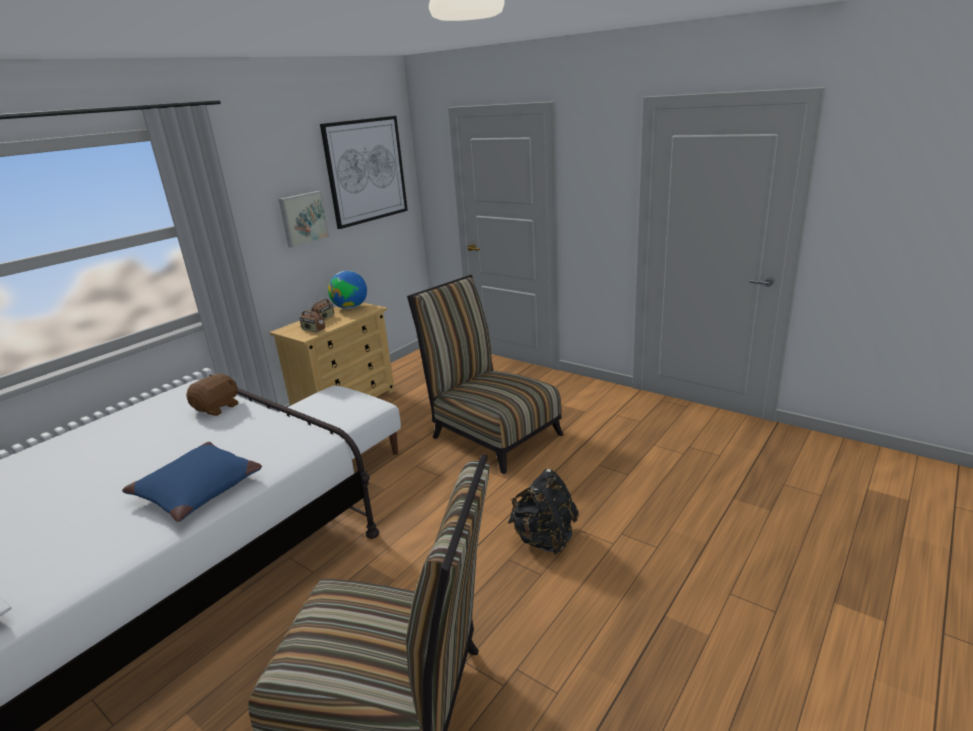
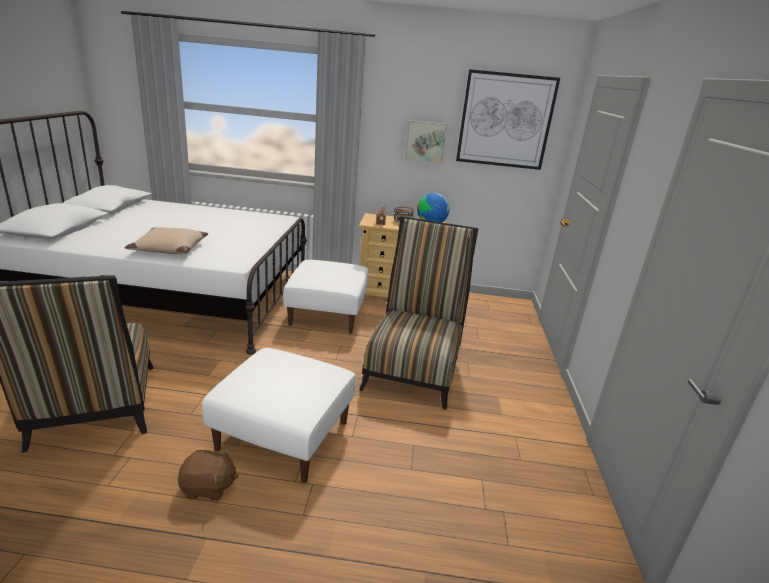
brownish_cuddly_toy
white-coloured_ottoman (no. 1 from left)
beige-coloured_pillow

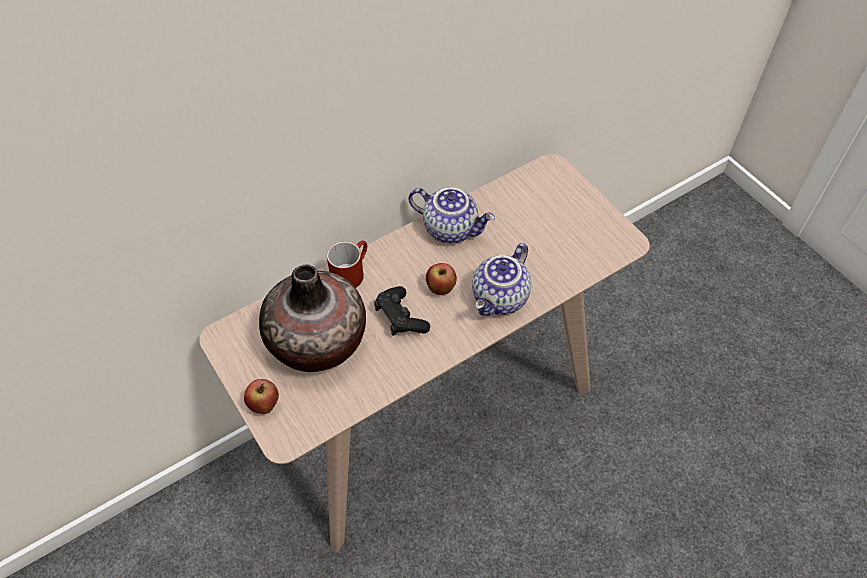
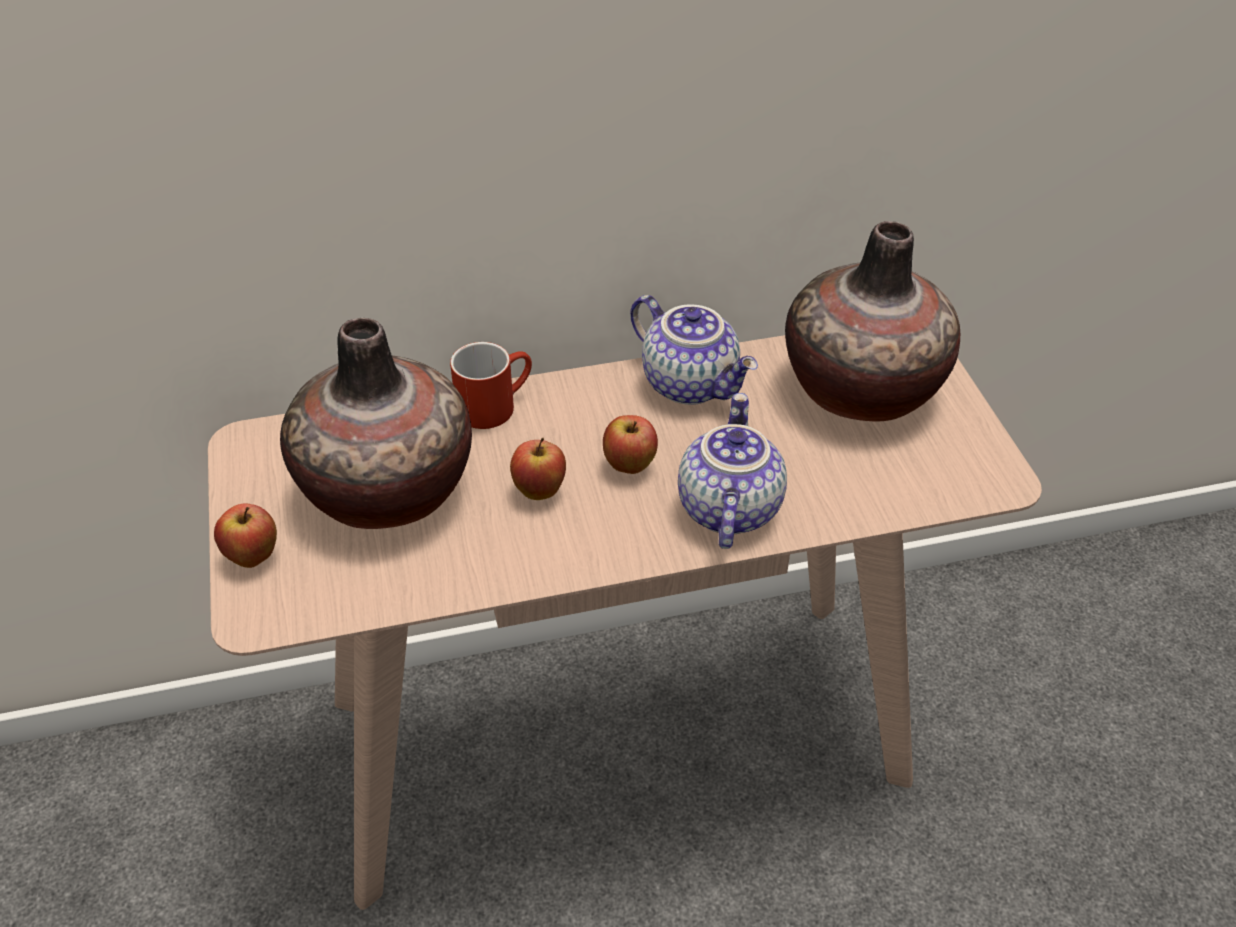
decorative_vase (no. 2 from left)
apple_fruit (no. 2 from left)
pot_for_tea (no. 2 from left)

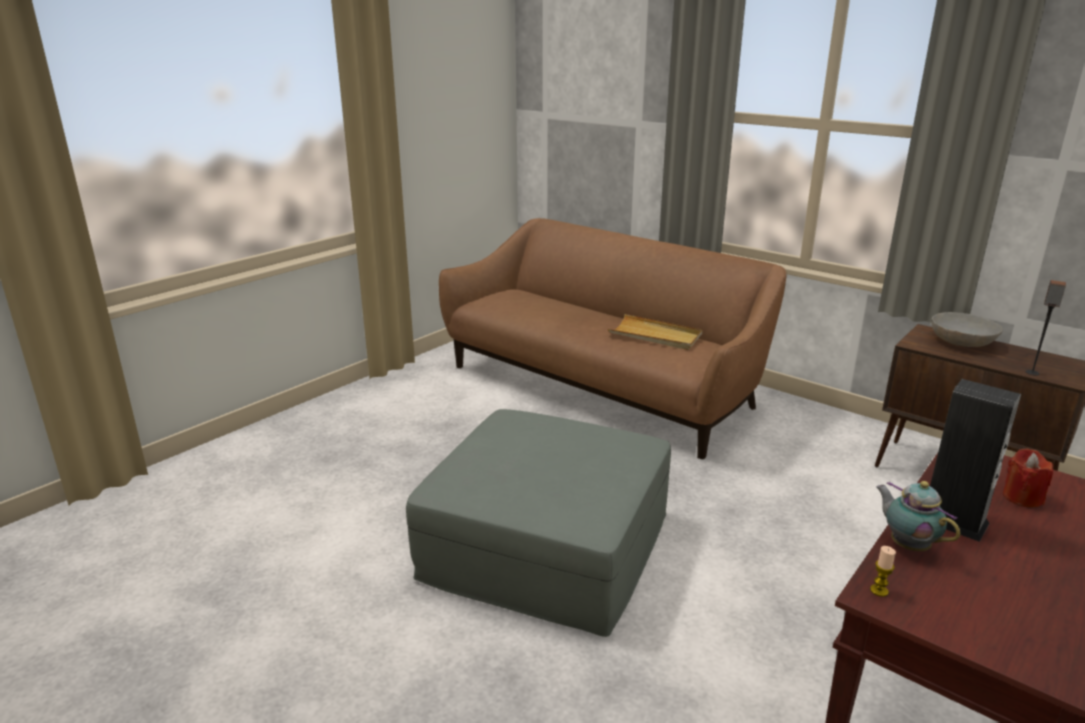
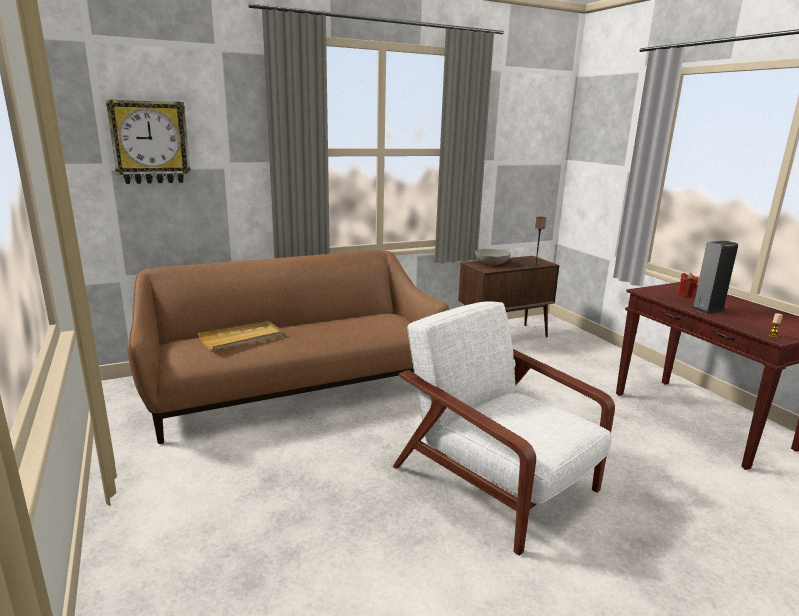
pot_for_tea
wall_clock
beige-coloured_serving_tray
white-coloured_armchair

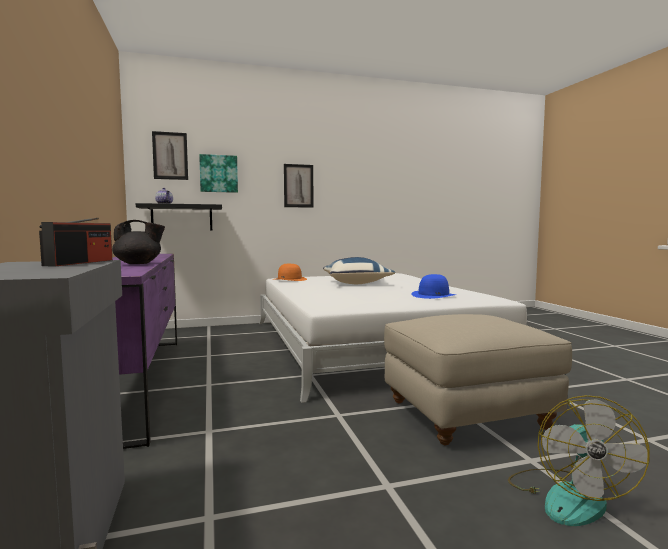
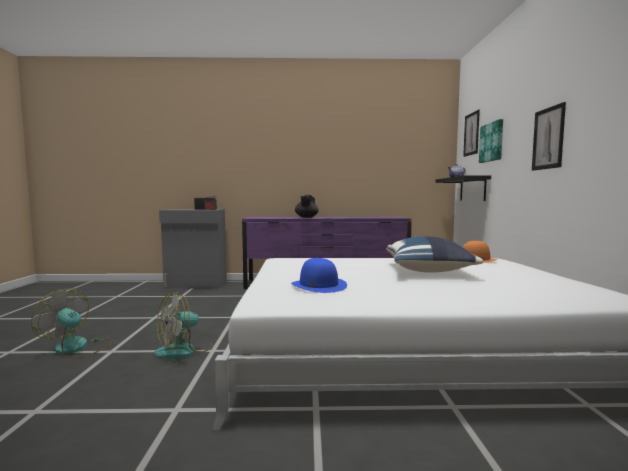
cooling_fan (no. 2 from left)

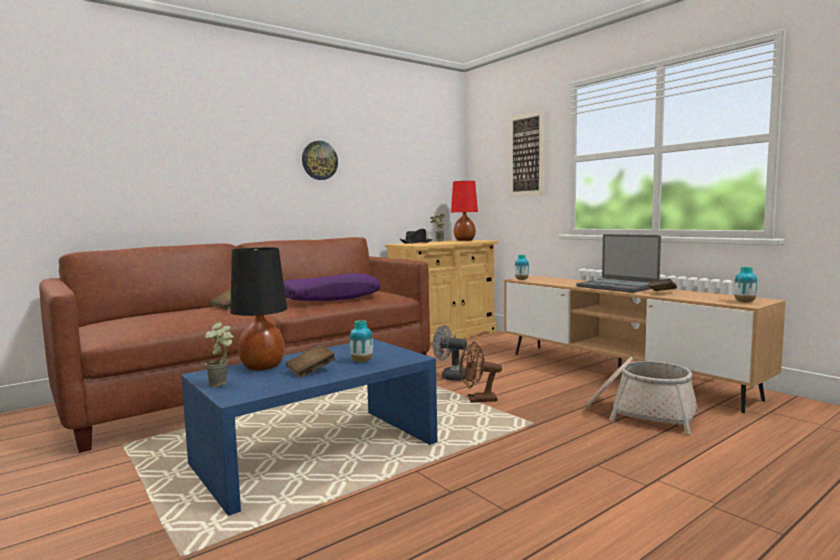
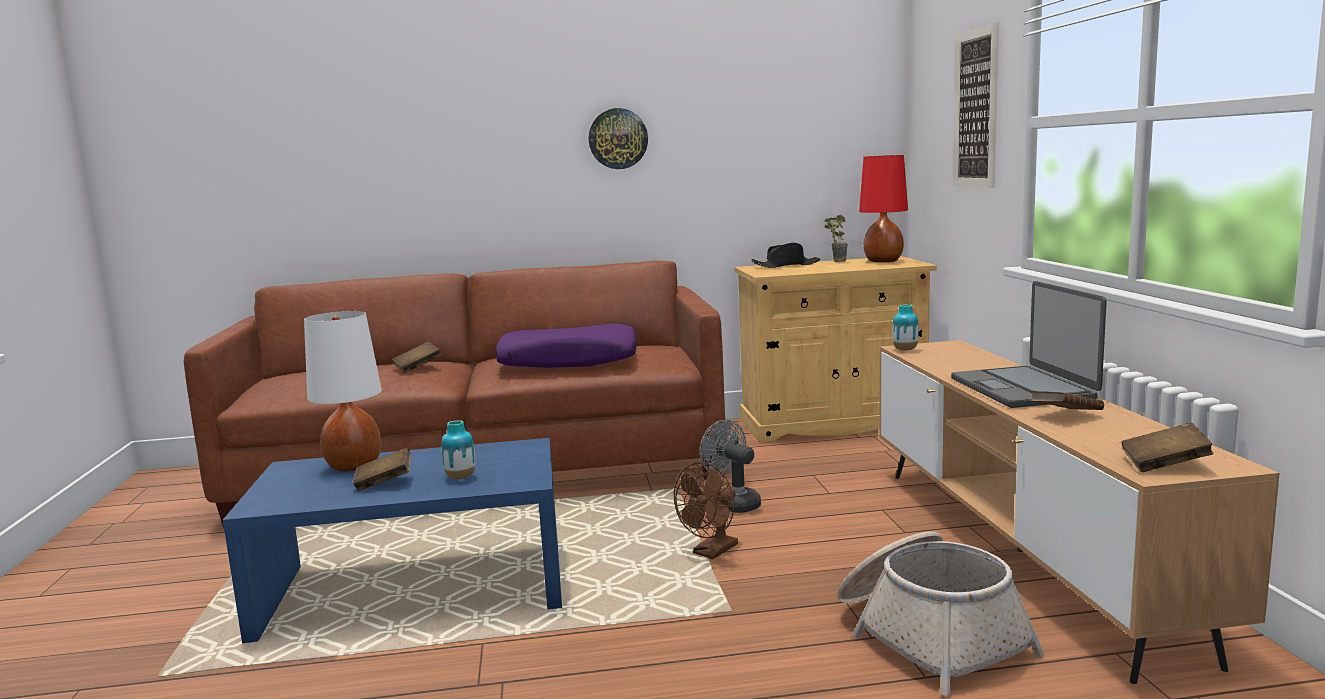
houseplant (no. 1 from left in the first image)
brownish_volume (no. 4 from left)
white-coloured_table_lamp
brownish_cooling_fan

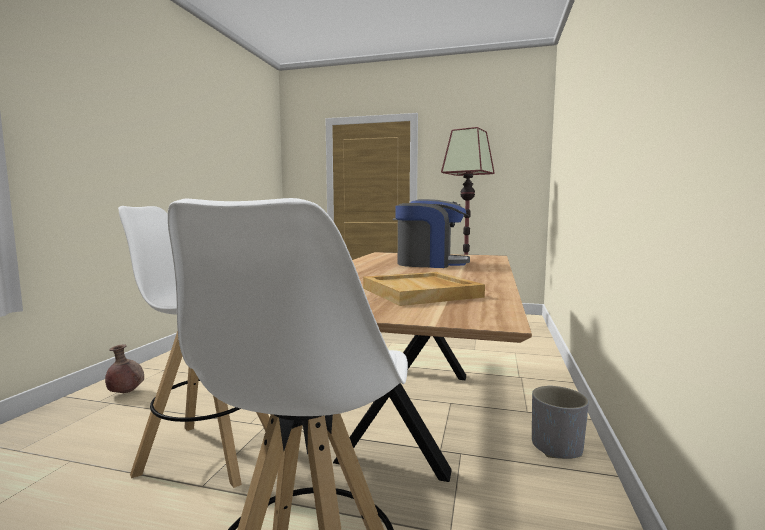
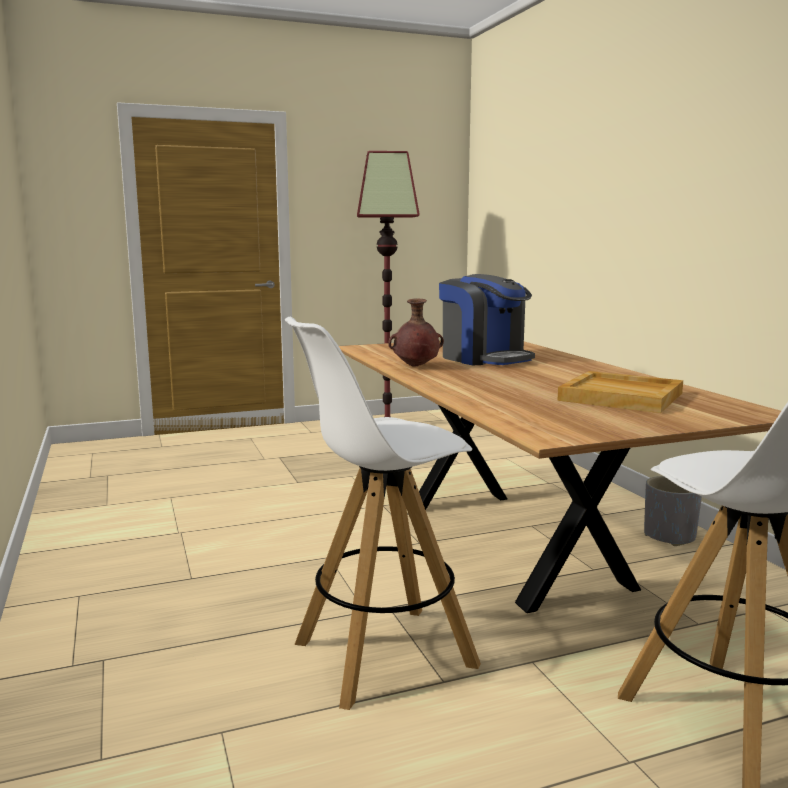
brownish_decorative_vase
coffee_machine

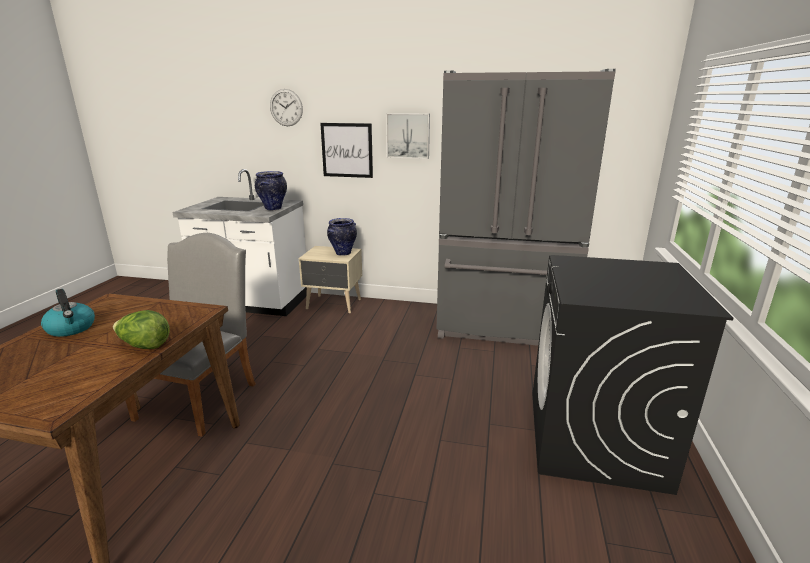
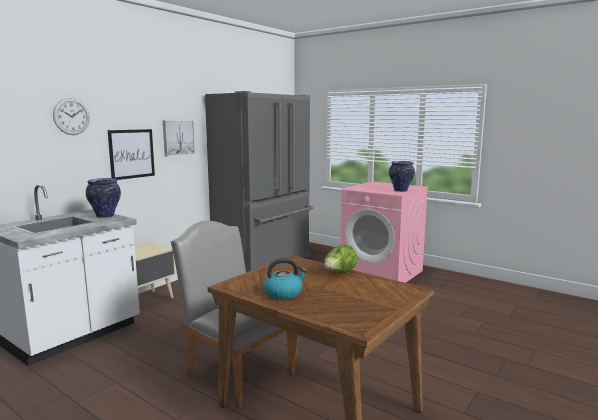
decorative_vase (no. 2 from left)
pinkish_washing_machine

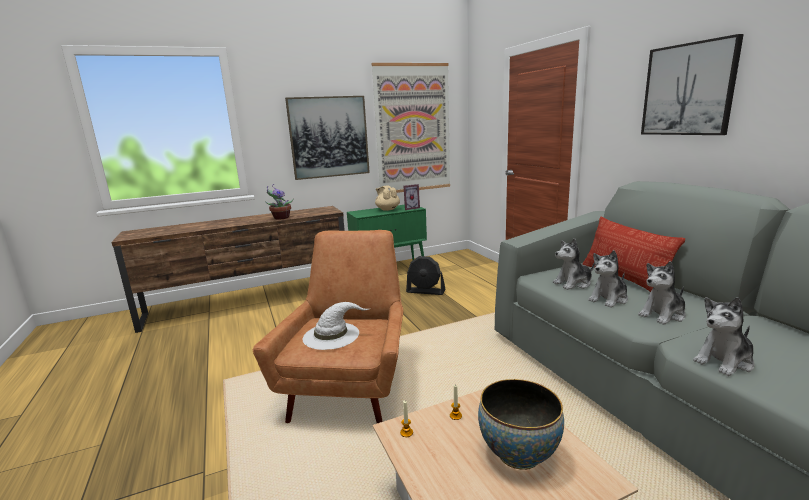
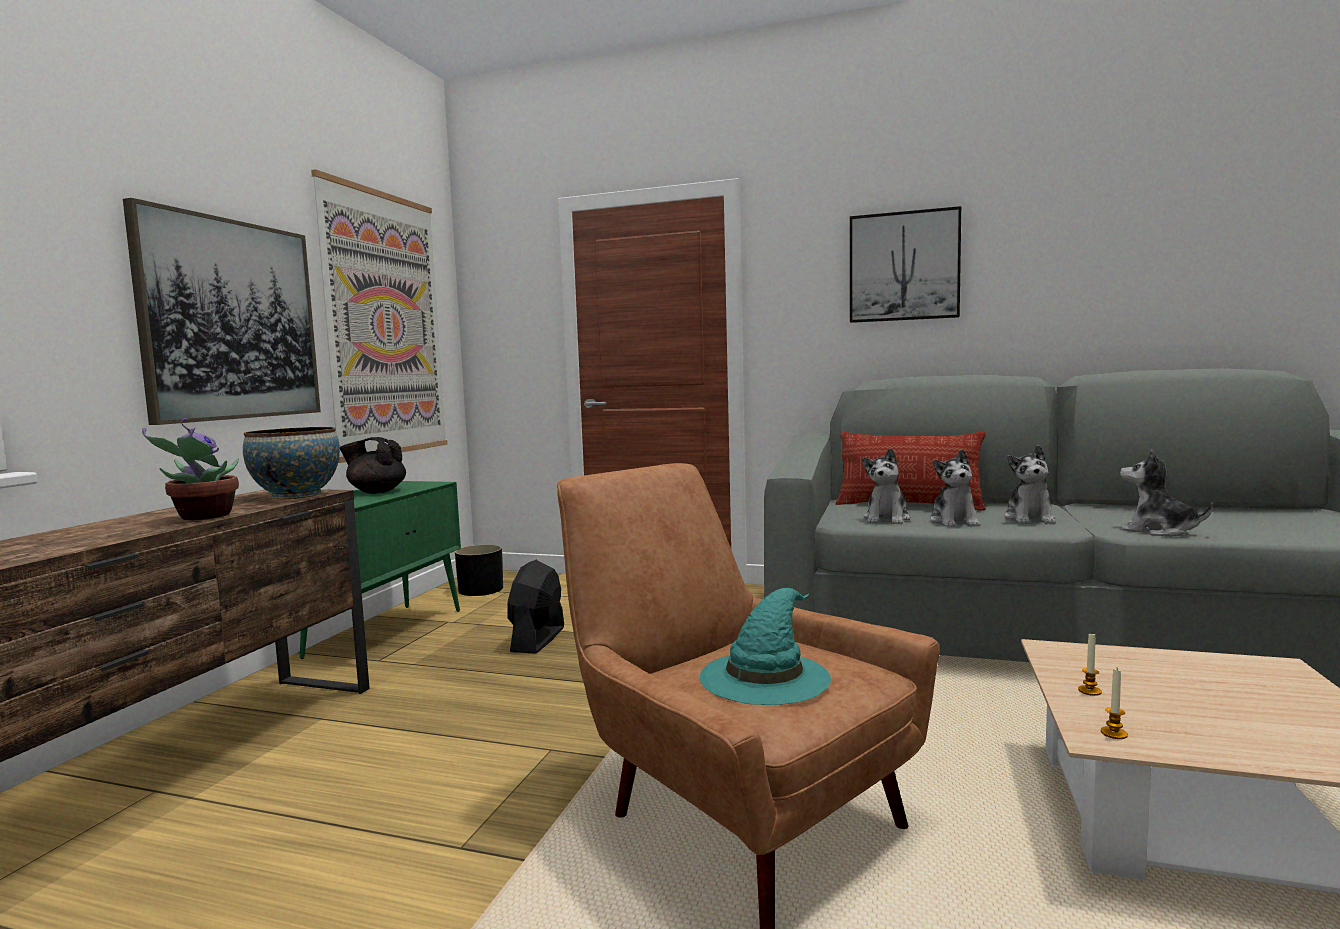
picture_frame
blackish_flower_pot
deep_dish
turquoise_wearable_hat
blackish_pot_for_tea
blackish_cooling_fan
cuddly_toy (no. 4 from left)

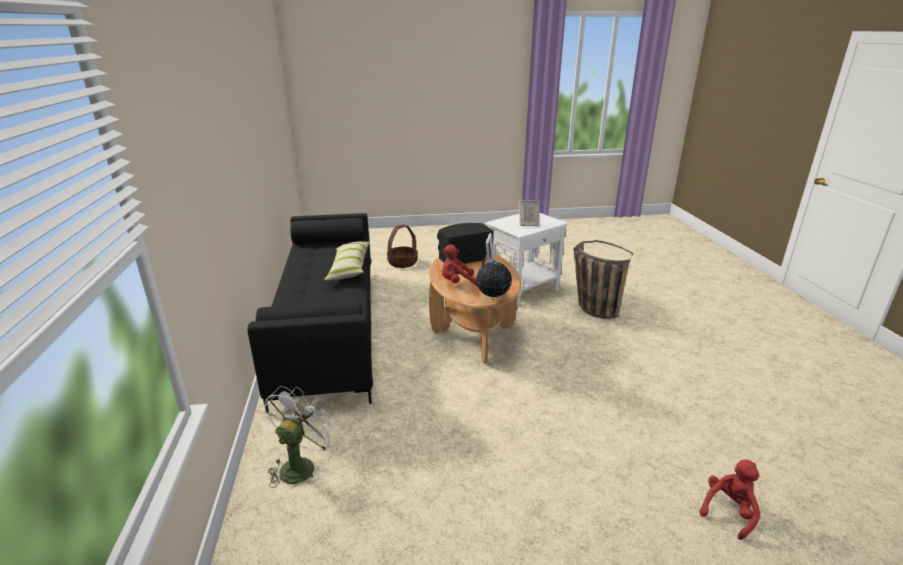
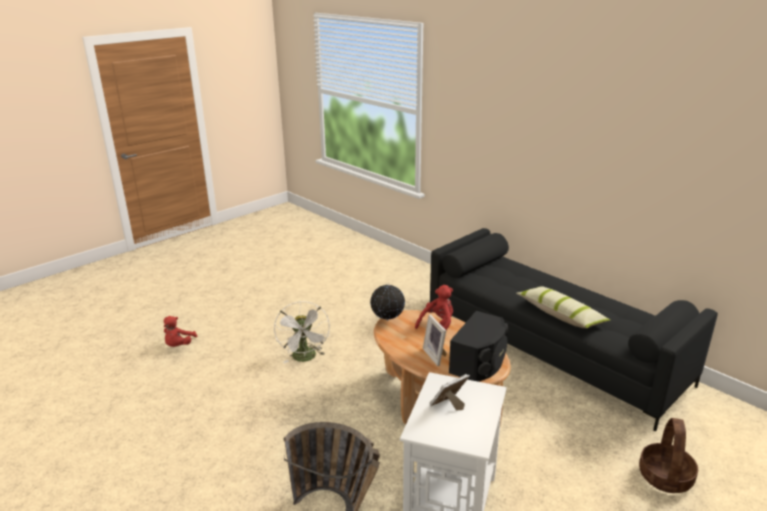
white-coloured_cooling_fan

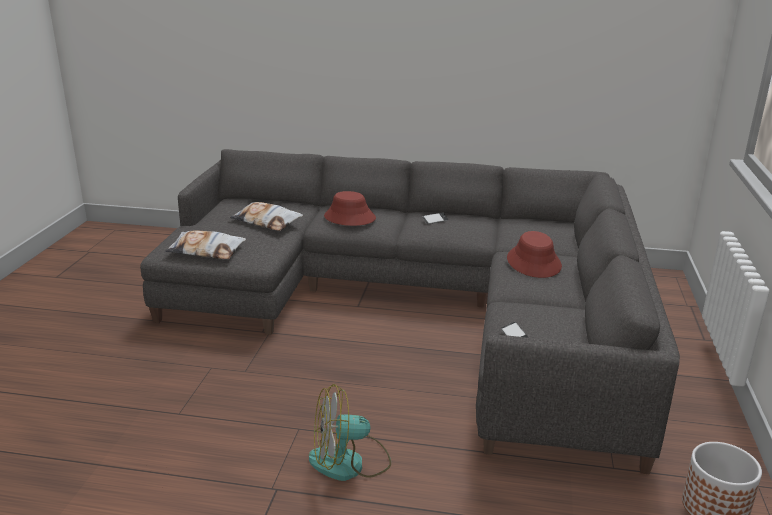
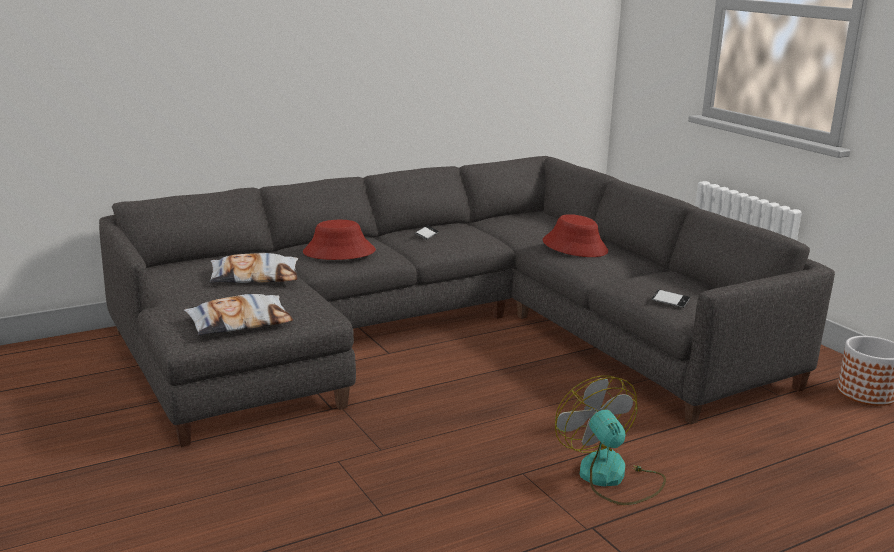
cooling_fan

